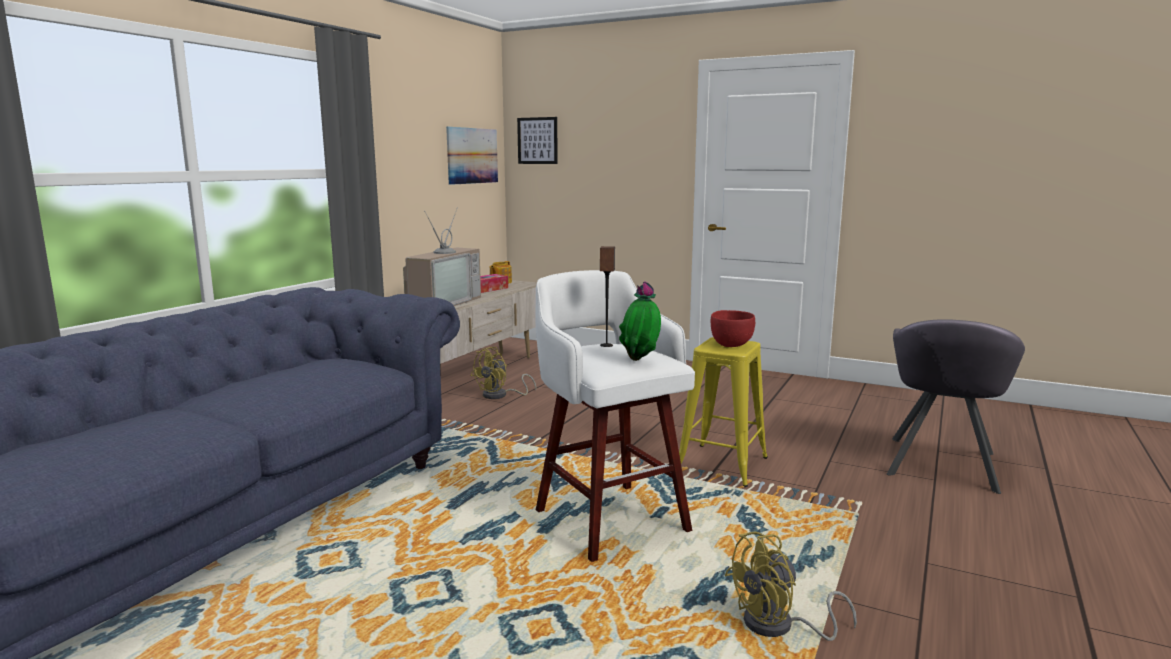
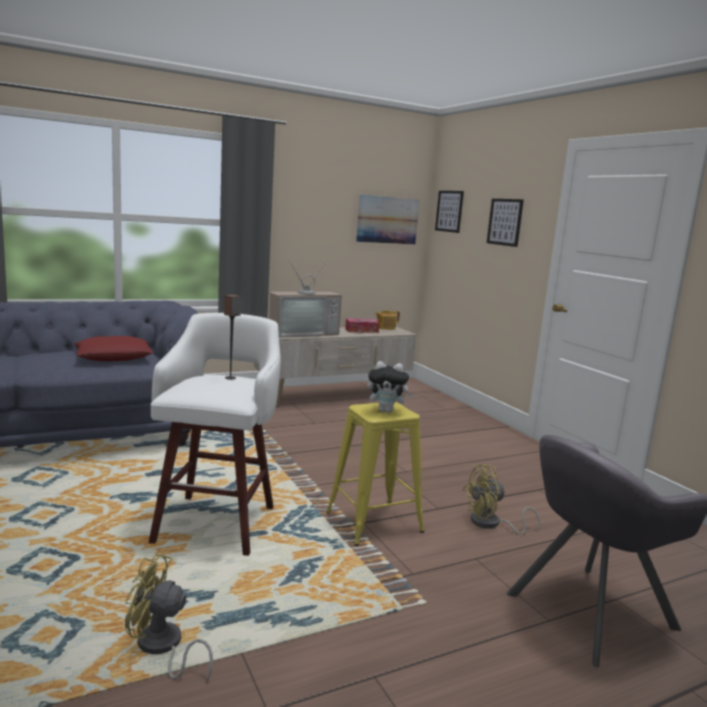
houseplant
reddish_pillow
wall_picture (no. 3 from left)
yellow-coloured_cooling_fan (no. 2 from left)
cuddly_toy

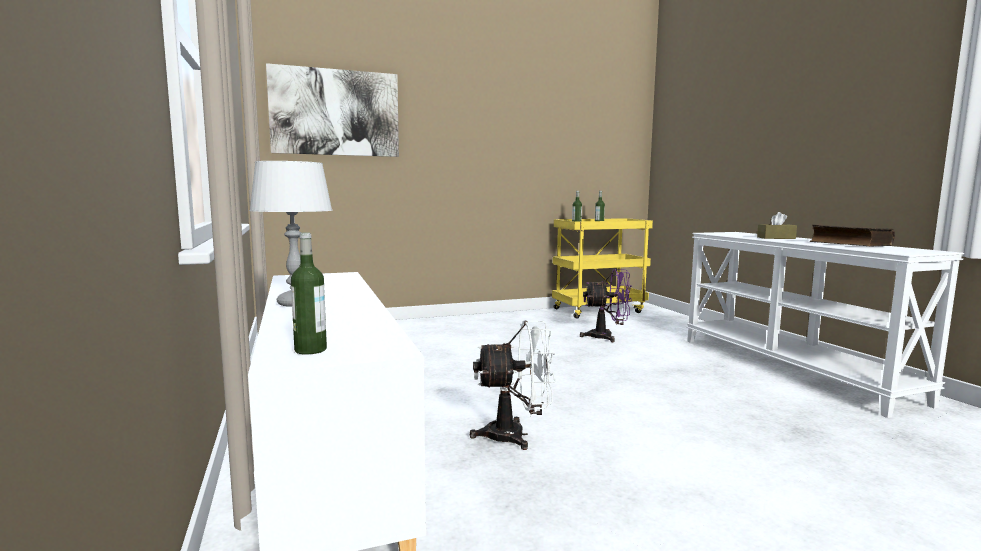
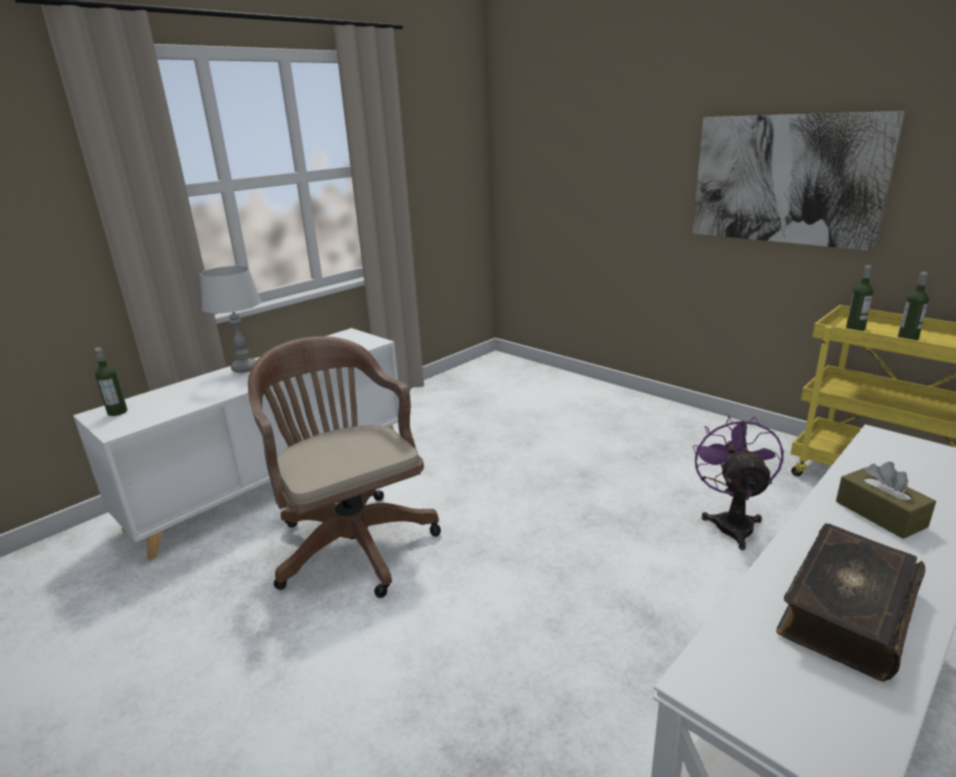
wall_picture
brownish_office_chair
purple_cooling_fan

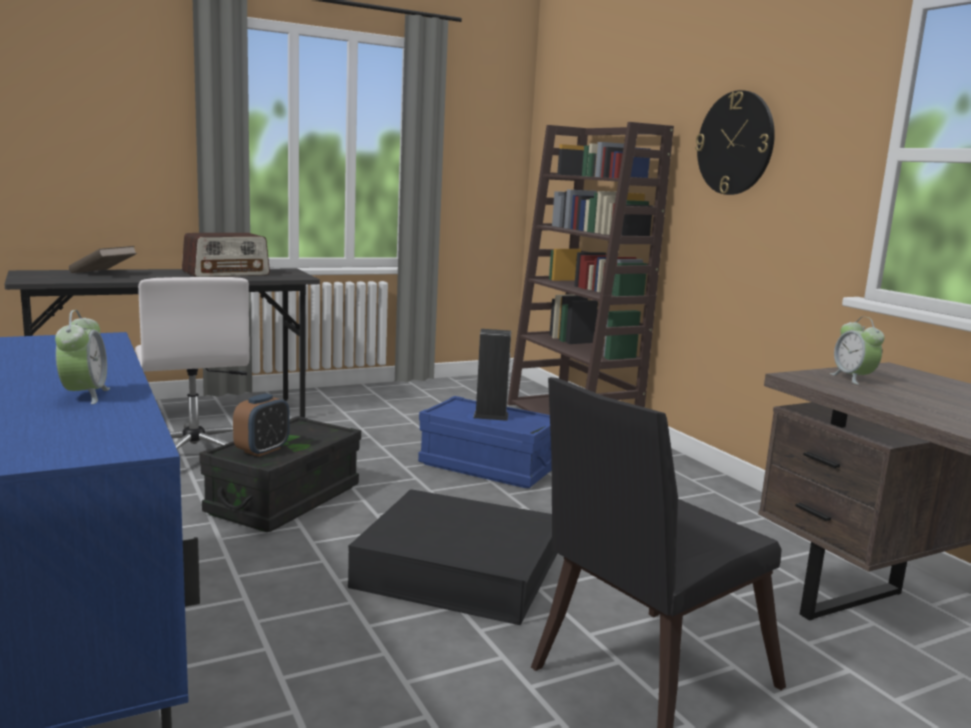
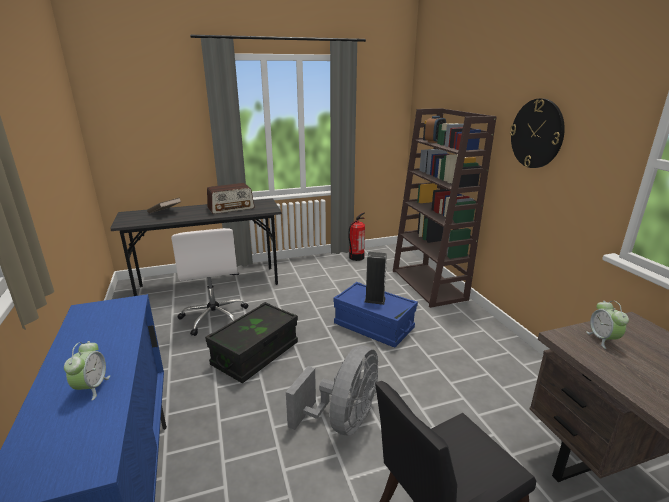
extinguisher
alarm_clock (no. 2 from left)
greyish_cooling_fan

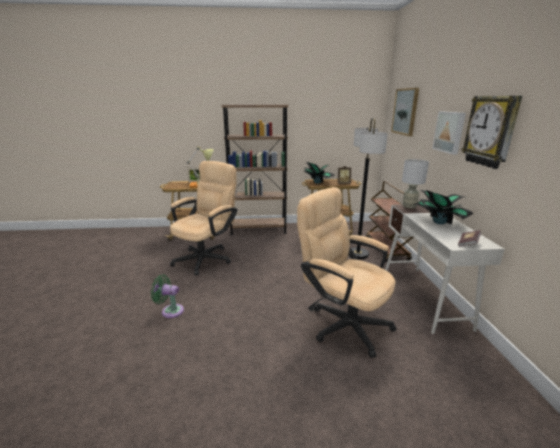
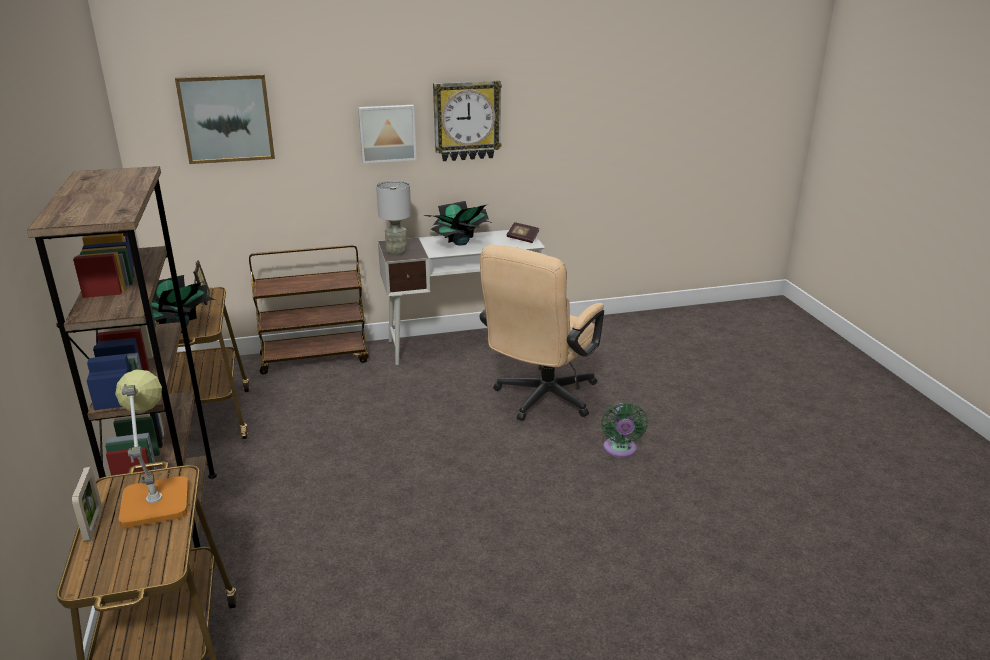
beige-coloured_office_chair (no. 1 from left in the first image)
standing_lamp
green-coloured_cooling_fan

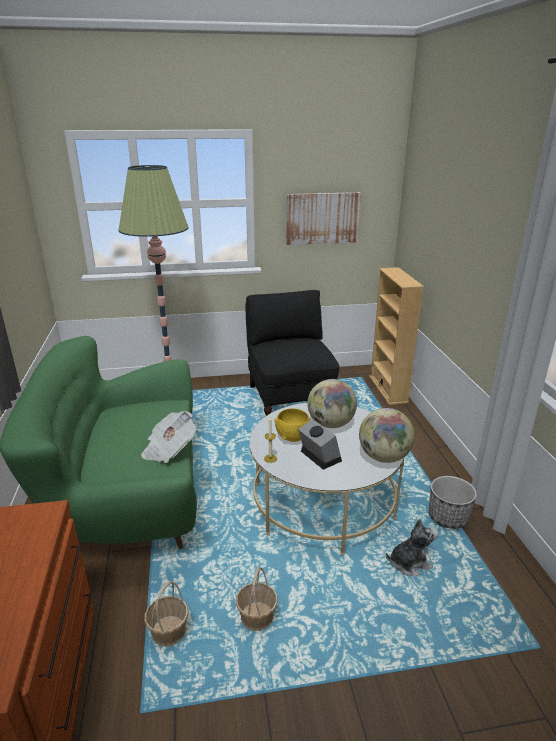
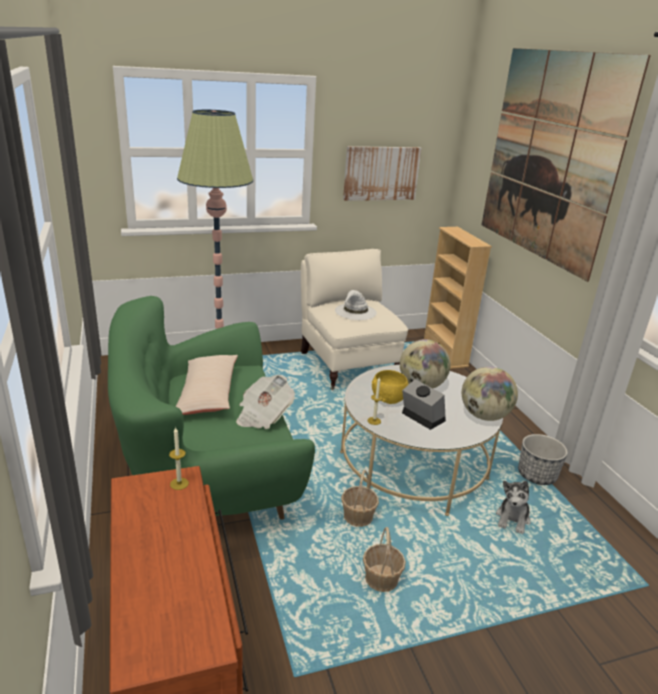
wax_light (no. 1 from left)
beige-coloured_pillow
white-coloured_wearable_hat
wall_picture (no. 2 from left)
basket (no. 1 from left)
beige-coloured_armchair
cuddly_toy

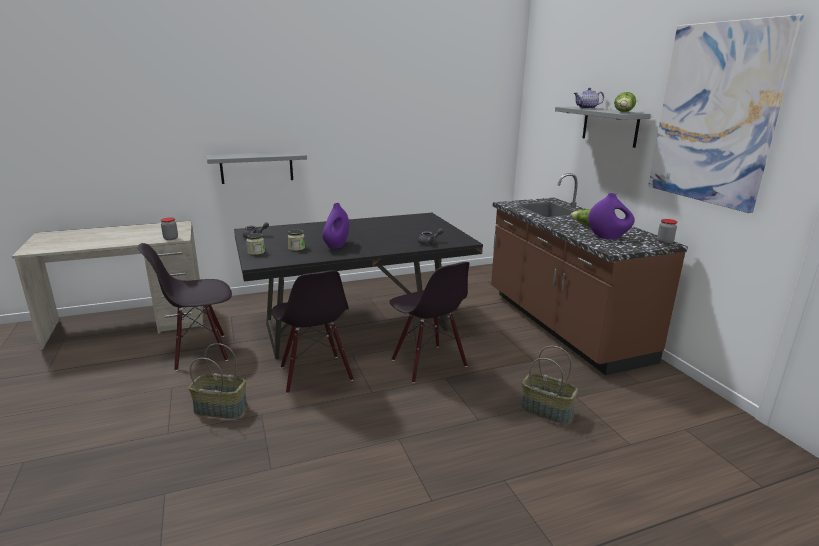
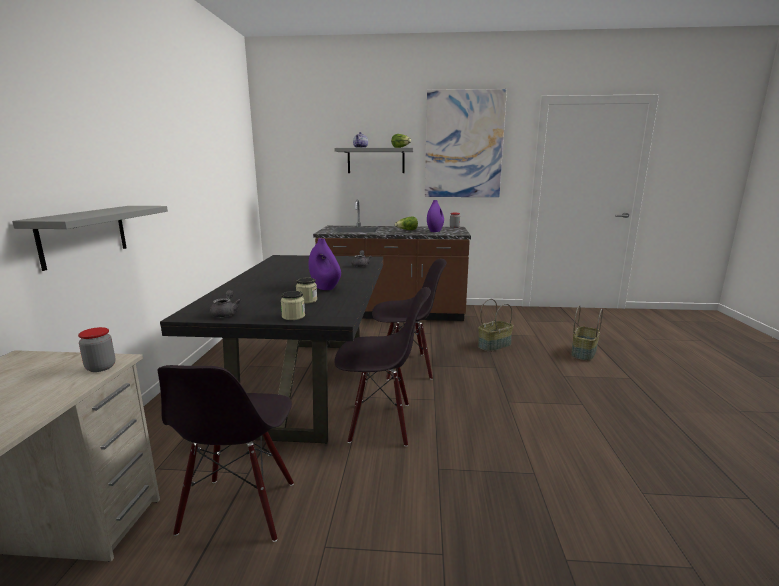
basket (no. 2 from left)

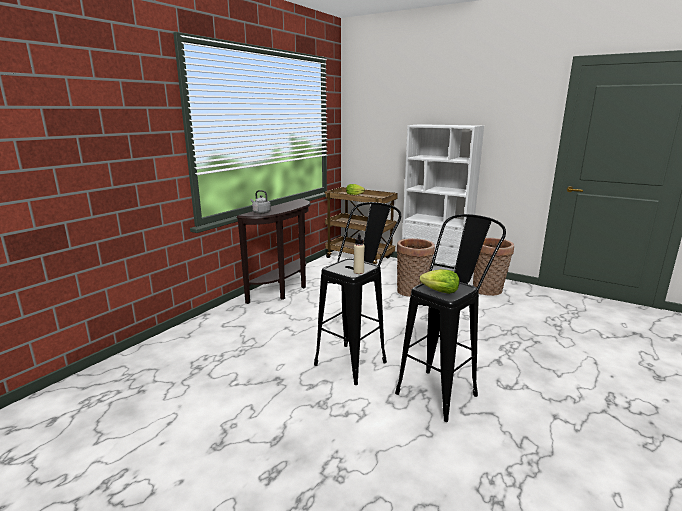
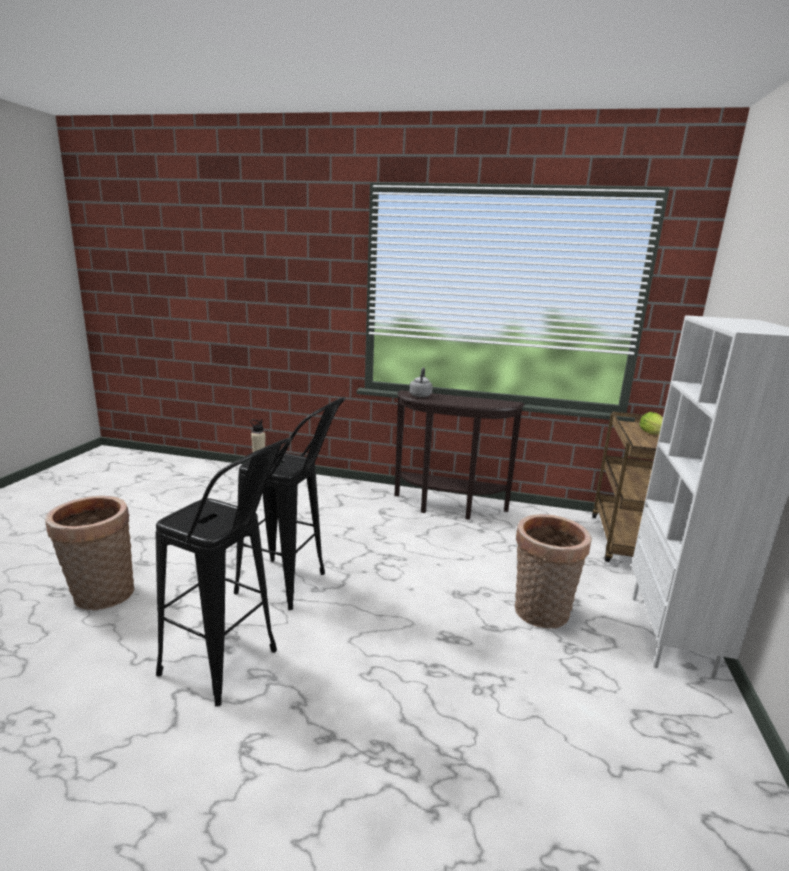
head_of_lettuce (no. 2 from left in the first image)
basket (no. 1 from left)

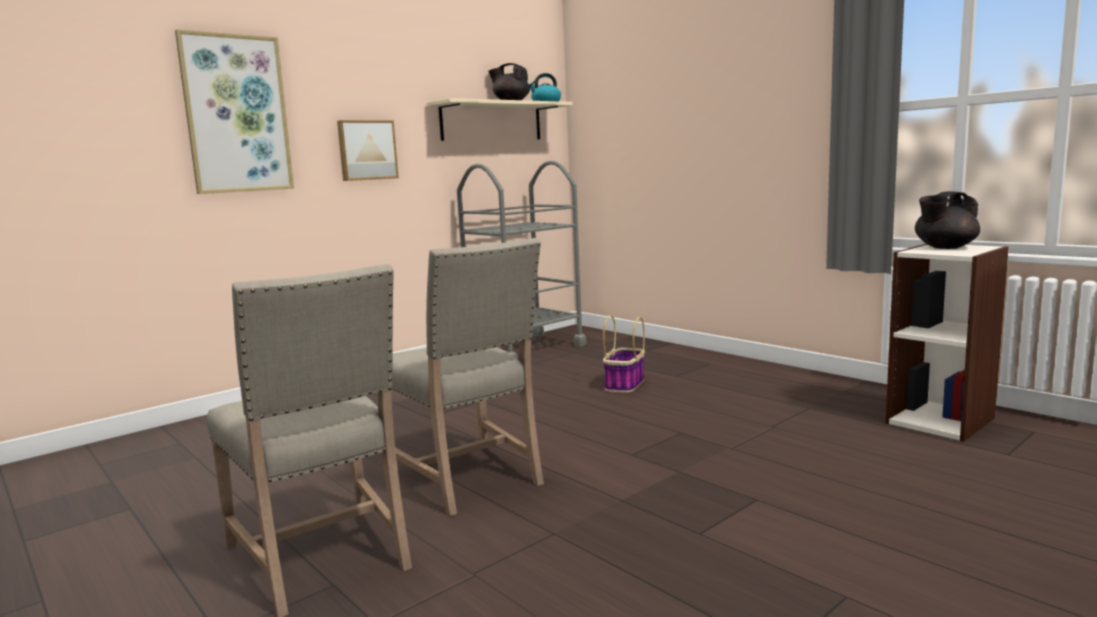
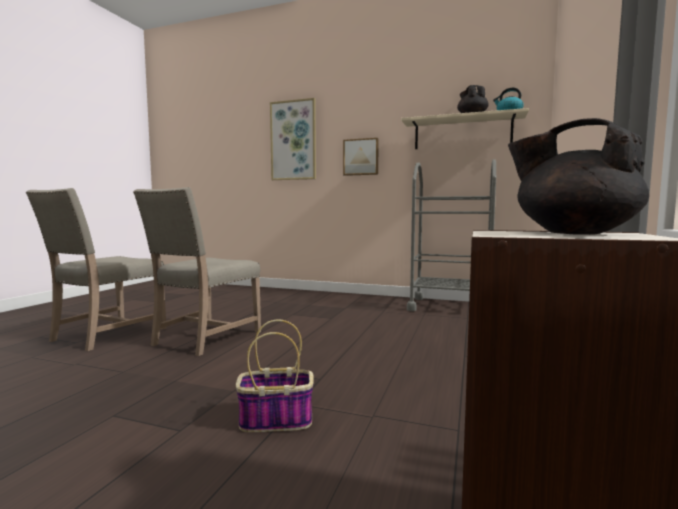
basket

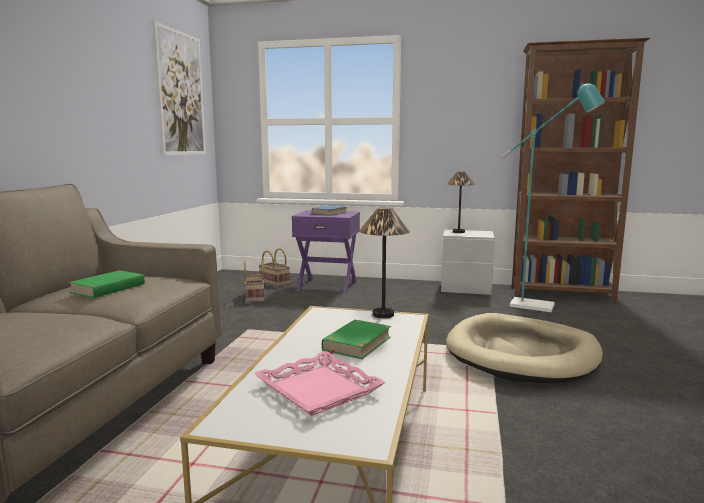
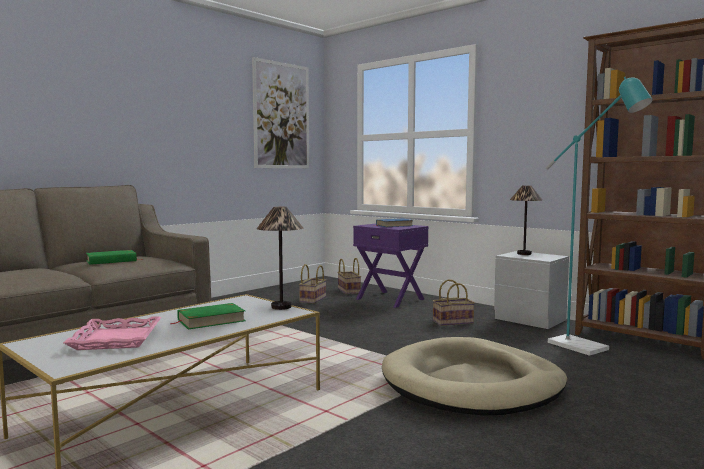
basket (no. 3 from left)

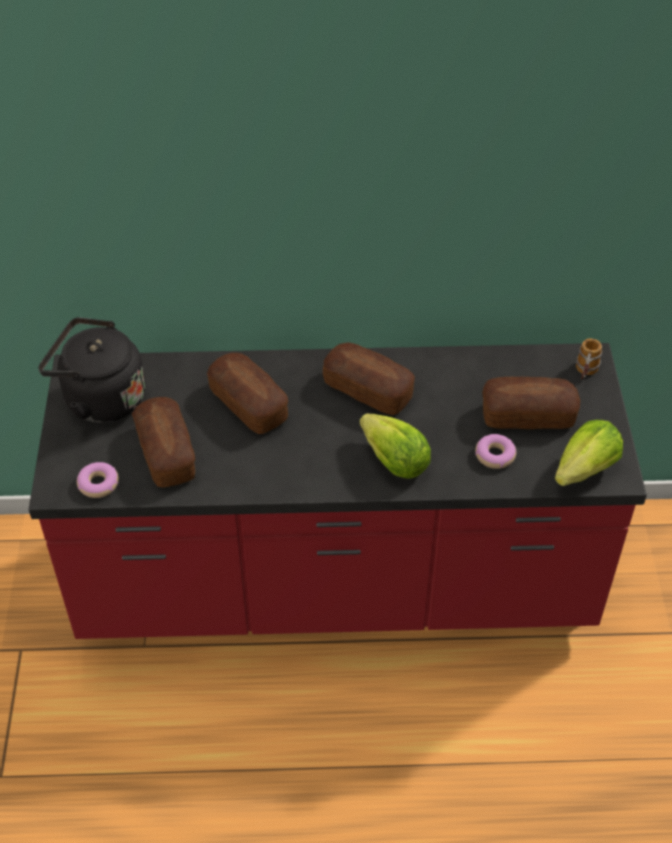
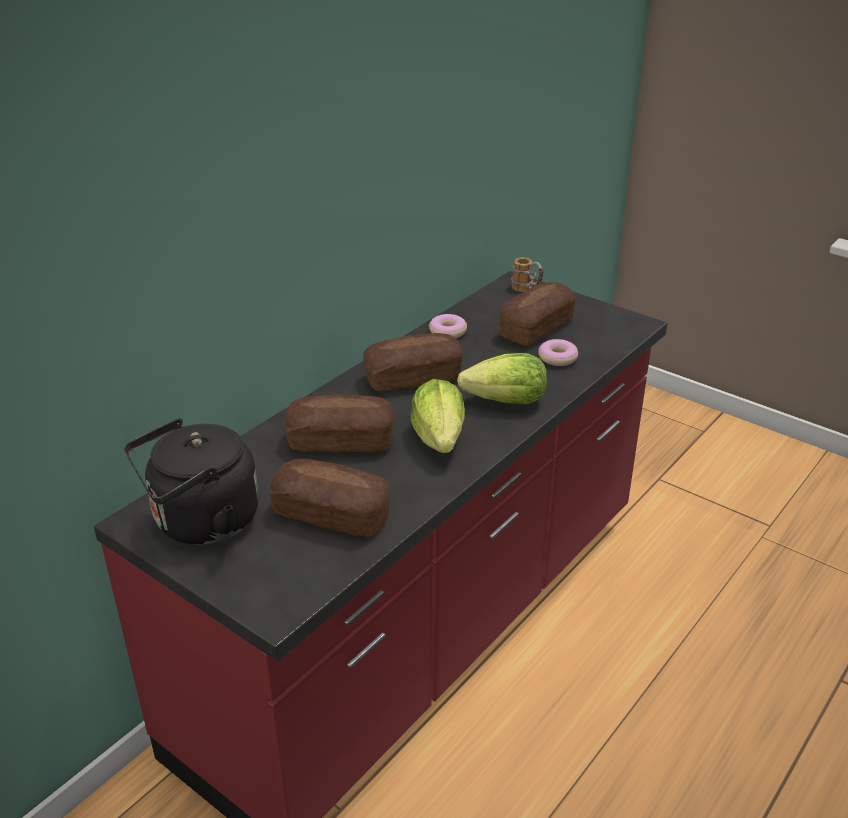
donut (no. 1 from left)
head_of_lettuce (no. 1 from left)

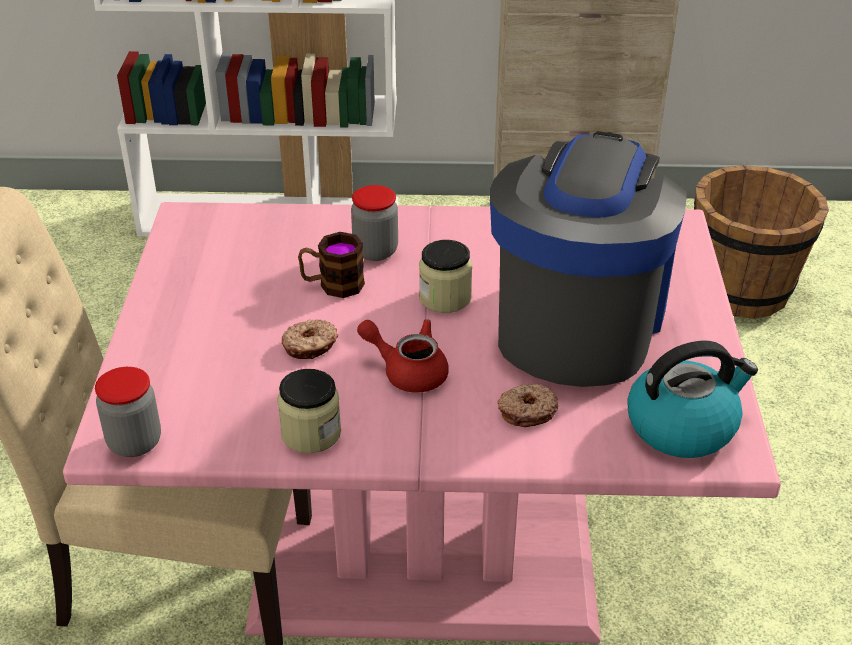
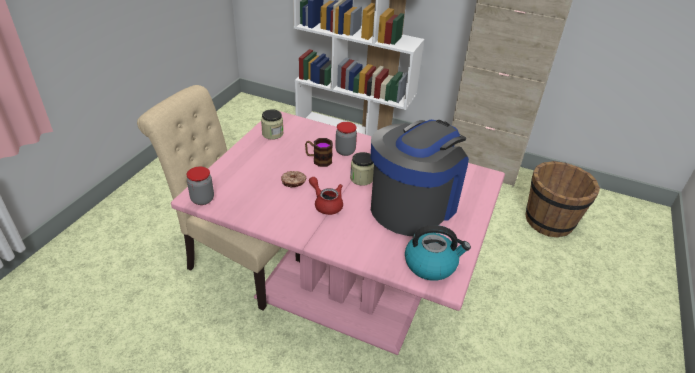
donut (no. 2 from left in the first image)
preserve_jar (no. 2 from left)

